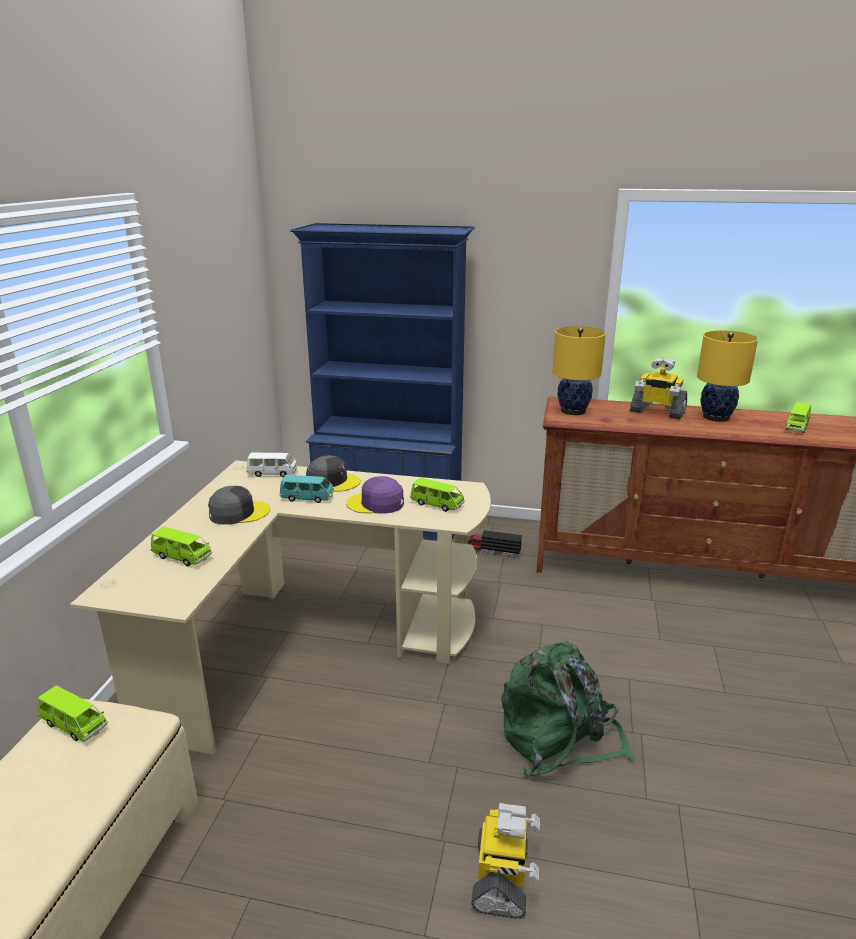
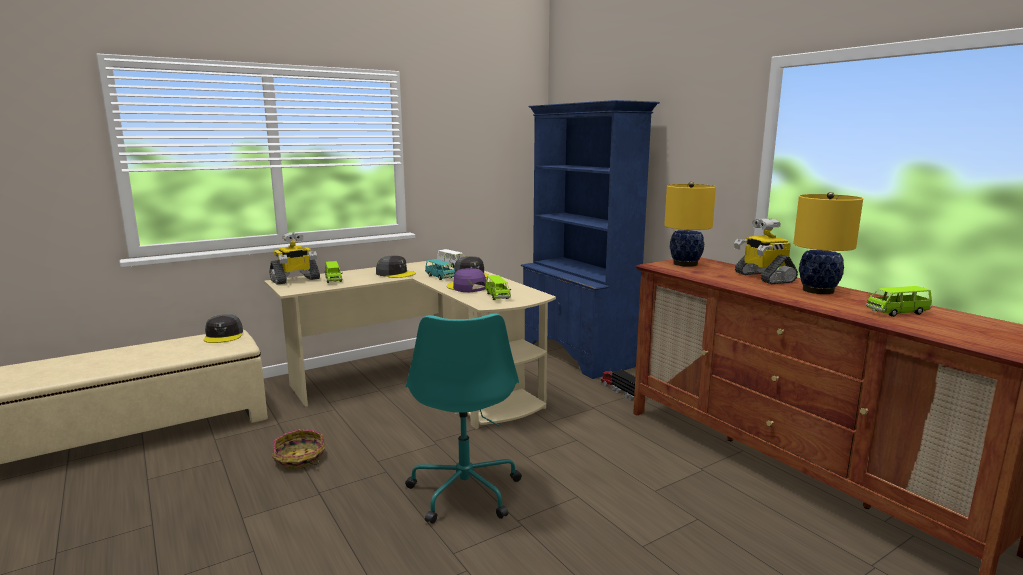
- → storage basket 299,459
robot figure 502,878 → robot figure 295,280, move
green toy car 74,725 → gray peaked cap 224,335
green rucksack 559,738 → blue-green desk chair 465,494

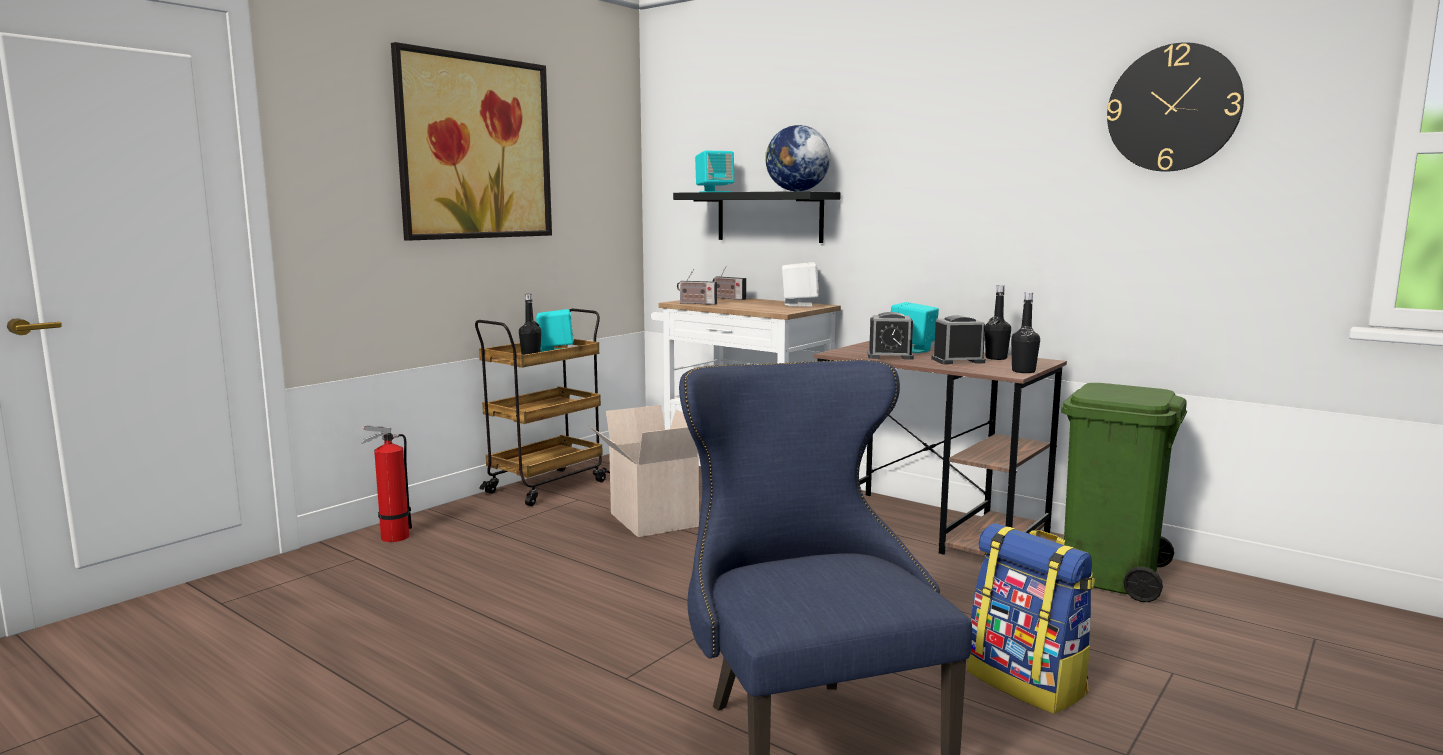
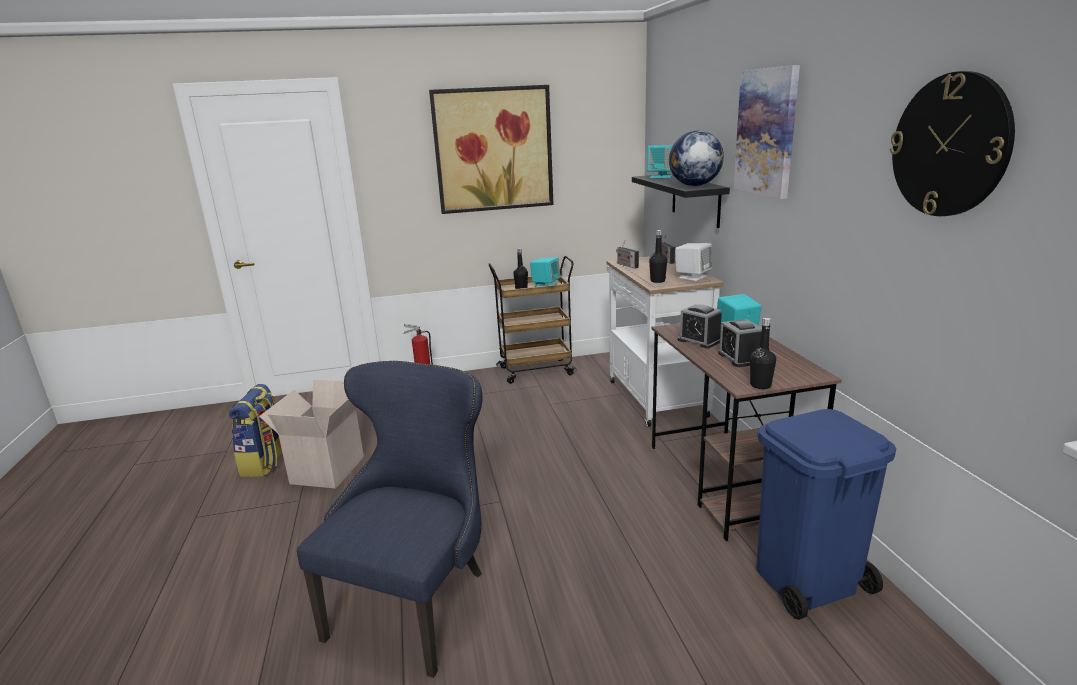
- → picture 766,132
cardboard box 650,520 → cardboard box 326,469, move
rucksack 1027,683 → rucksack 265,463, move
black-coloured drink bottle 996,358 → black-coloured drink bottle 657,281, move
green waste bin 1110,575 → bluish waste bin 806,580
bedside clock 957,360 → bedside clock 739,358, 135 degrees counterclockwise

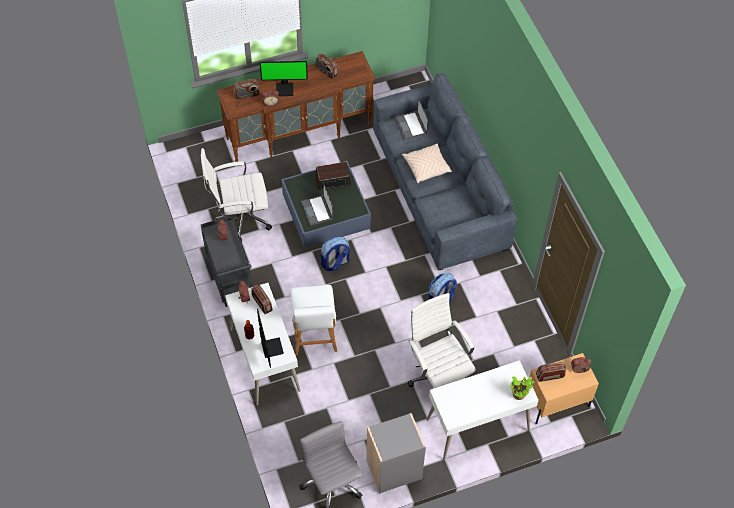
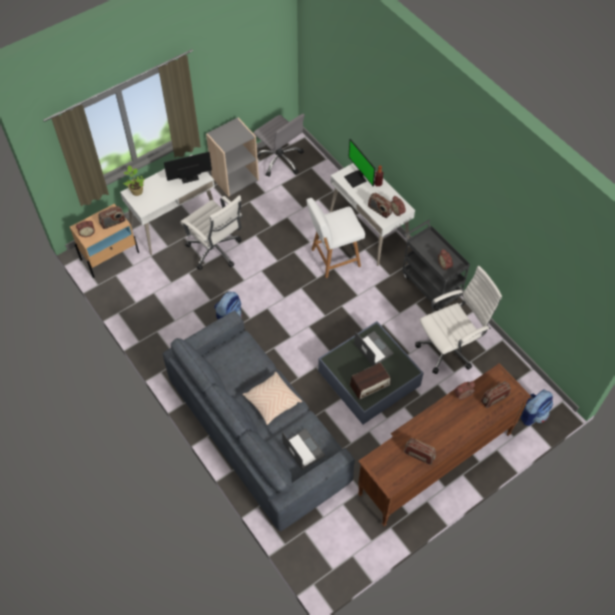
computer display 285,88 → computer display 189,176, move
rucksack 335,263 → rucksack 533,414, move
whitish plain chair 314,337 → whitish plain chair 334,258, 90 degrees counterclockwise

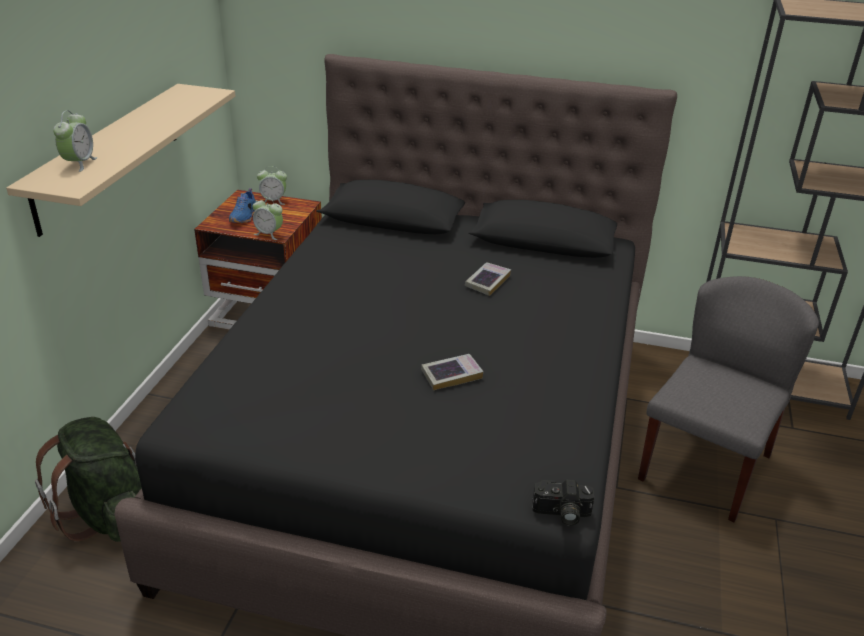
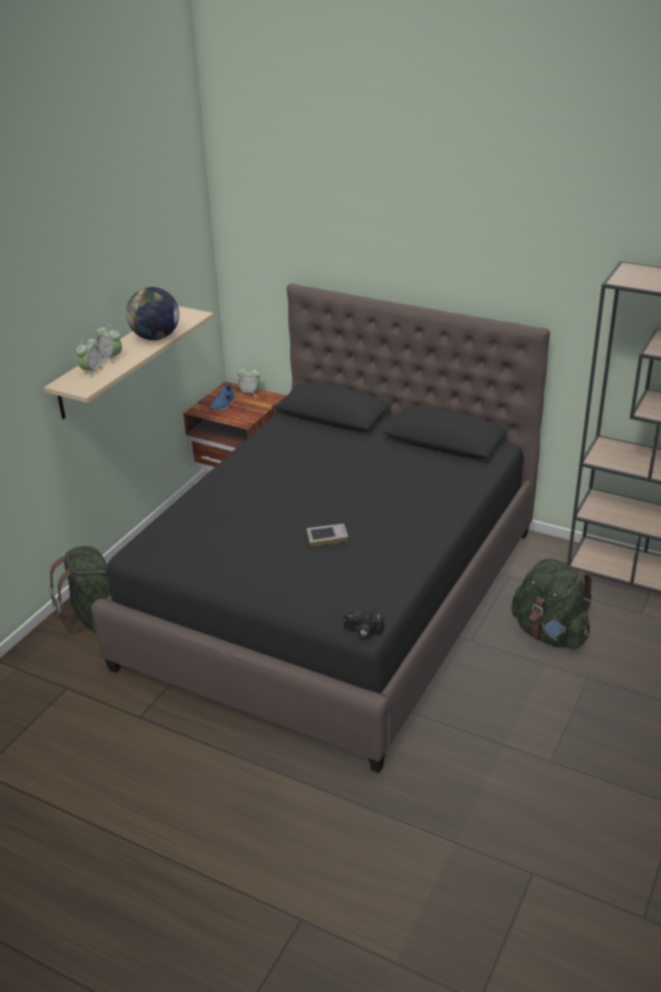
volume 487,282 → -
- → globe 156,337
bedside clock 269,234 → bedside clock 111,358, move
gray plain chair 705,466 → green rucksack 550,633

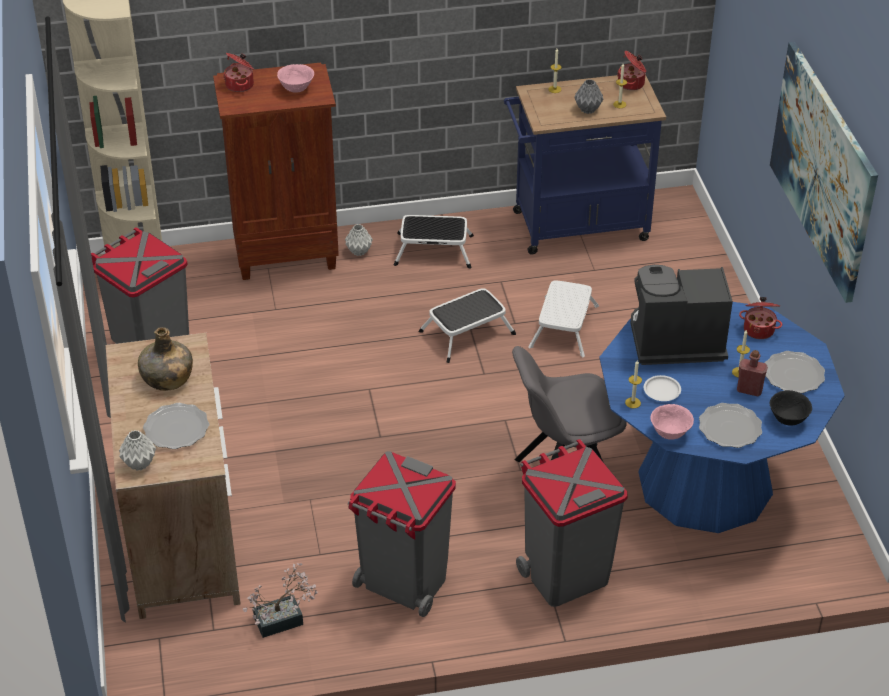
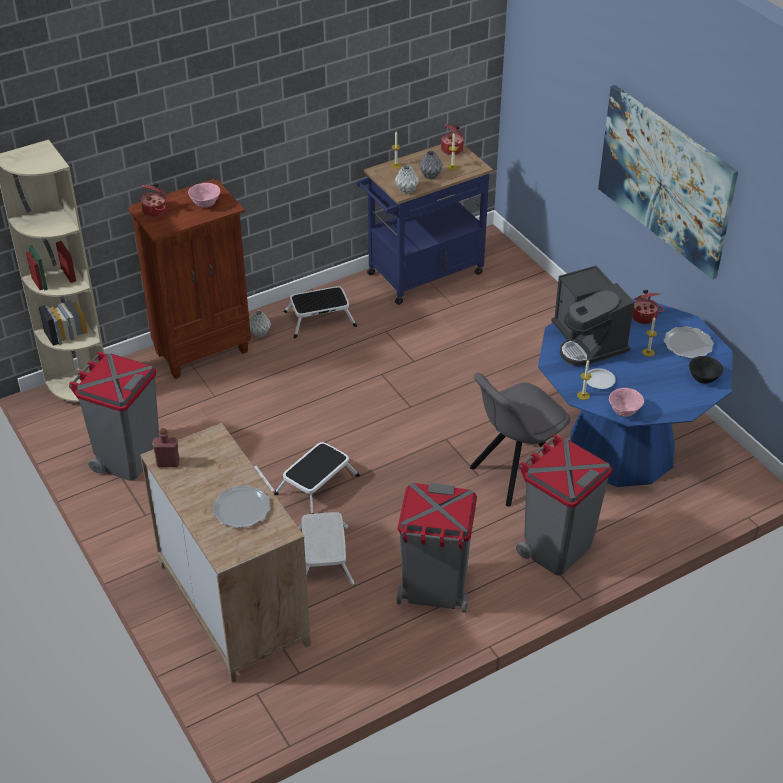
green drink bottle 167,378 → -
potted plant 284,619 → -
plate 729,428 → -
gray flower vase 139,463 → gray flower vase 406,190, move
black-coloured stepladder 466,332 → black-coloured stepladder 316,485, move
whitish stepladder 564,326 → whitish stepladder 324,556, move
red drink bottle 749,390 → red drink bottle 168,463, move
coffee machine 674,343 → coffee machine 588,342, 90 degrees counterclockwise

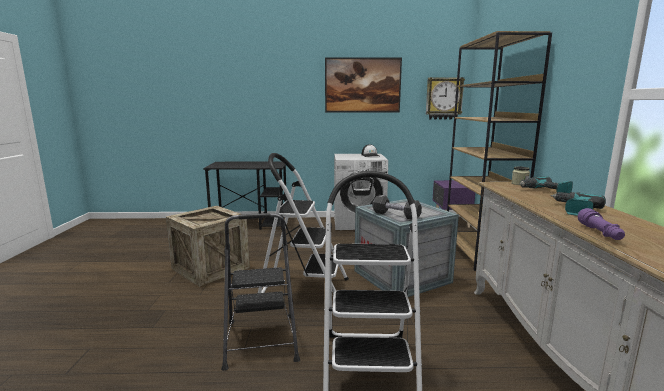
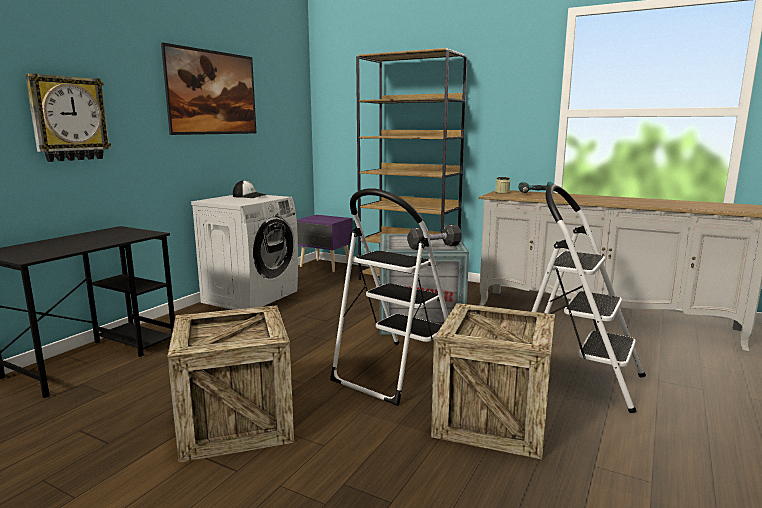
power drill 574,210 → -
purplish hand torch 600,233 → -
hanging clock 444,98 → hanging clock 68,119, move
black-coloured stepladder 261,341 → packing crate 492,419

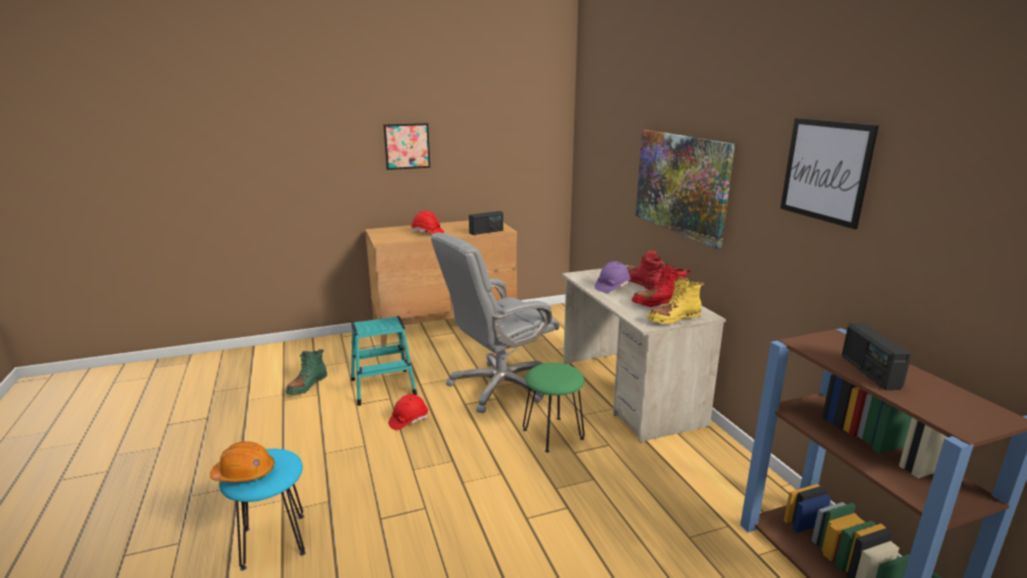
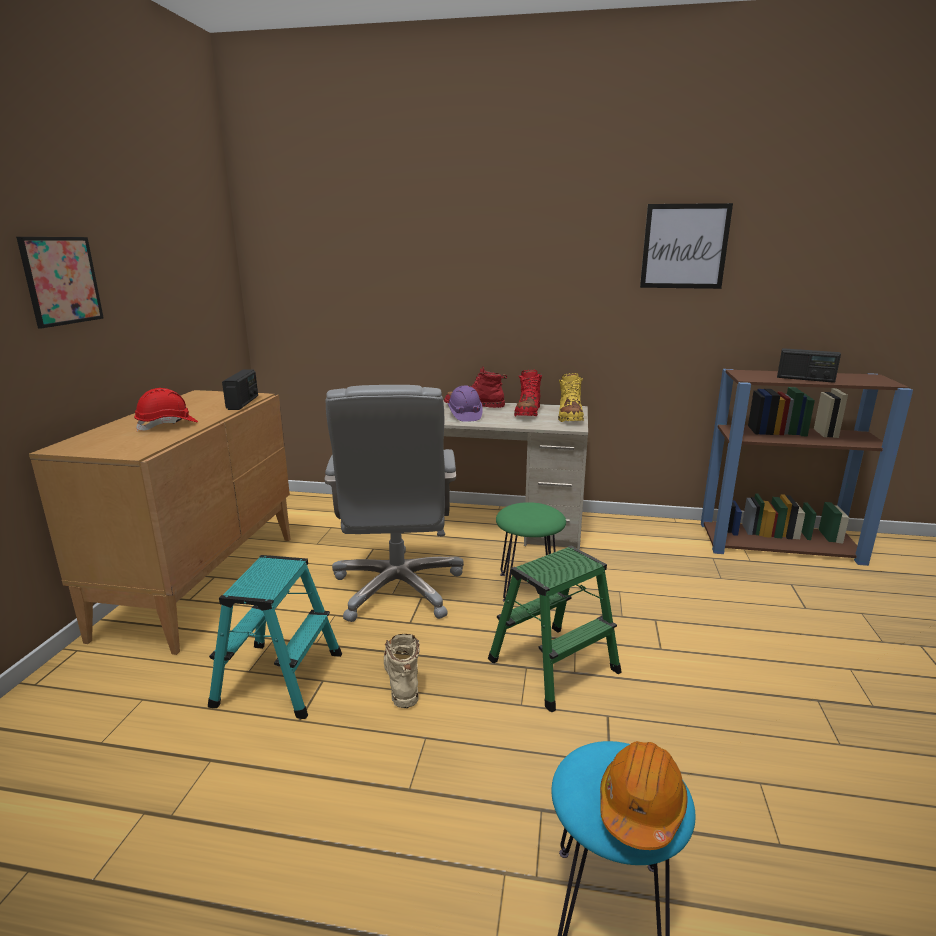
green tall boot 307,385 → -
picture 681,184 → -
- → green stepladder 554,665
red work helmet 408,420 → beige tall boot 402,678

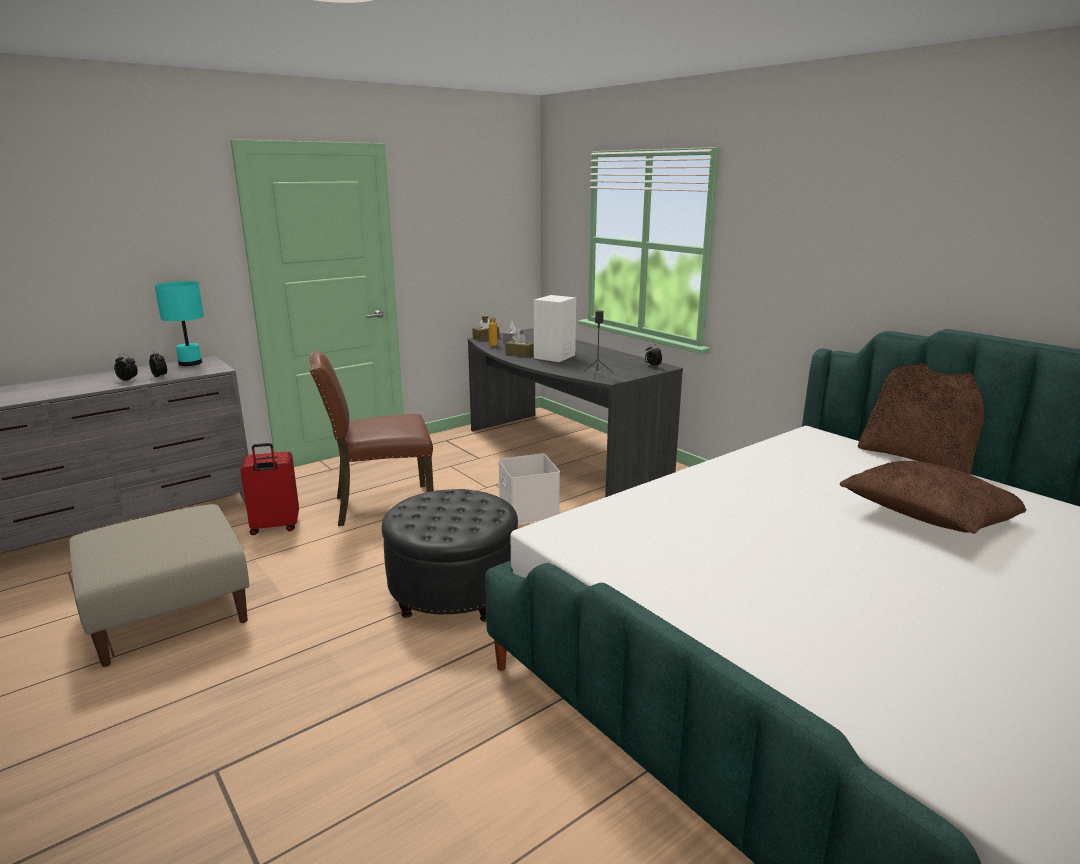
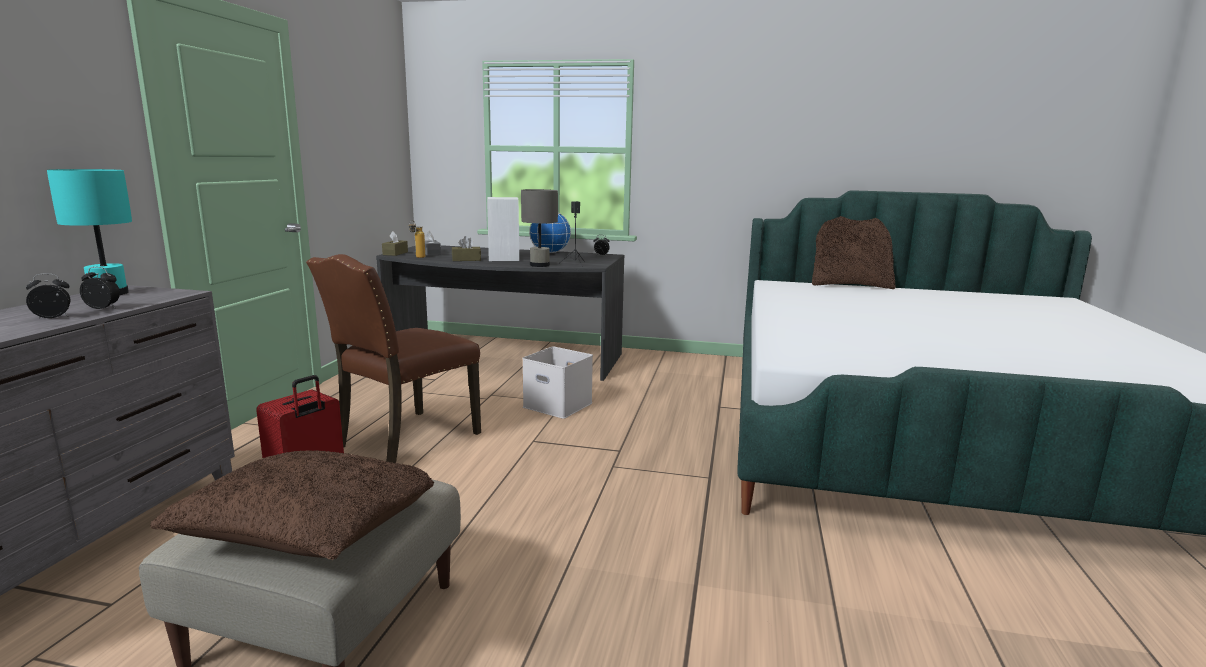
black-coloured ottoman 453,594 → -
- → gray tabletop lamp 540,265
- → globe 550,253
brownish cushion 928,517 → brownish cushion 311,530, move

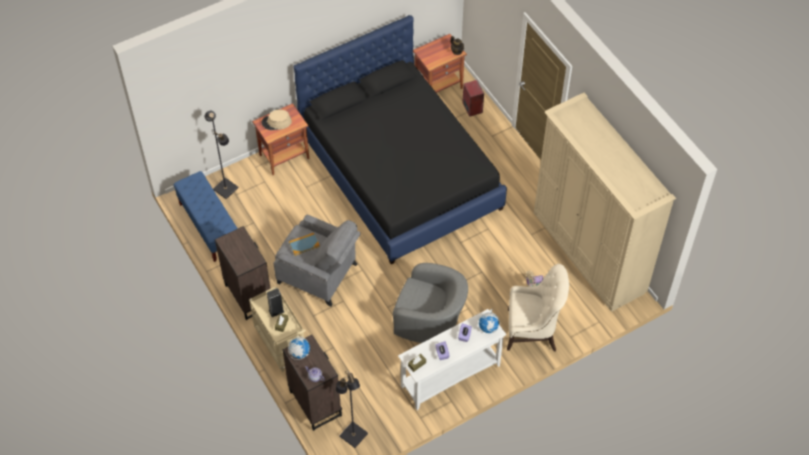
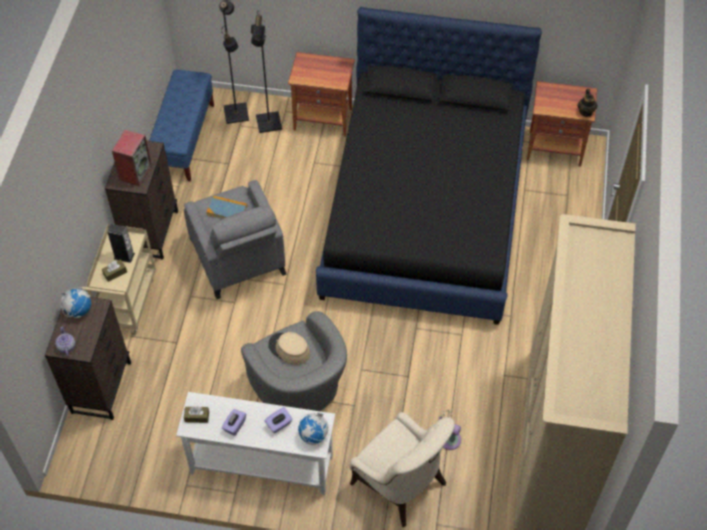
beige clothing hat 276,122 → beige clothing hat 289,349, move
black-coloured standing lamp 353,435 → black-coloured standing lamp 269,122, move
speaker 472,107 → speaker 135,172, move

